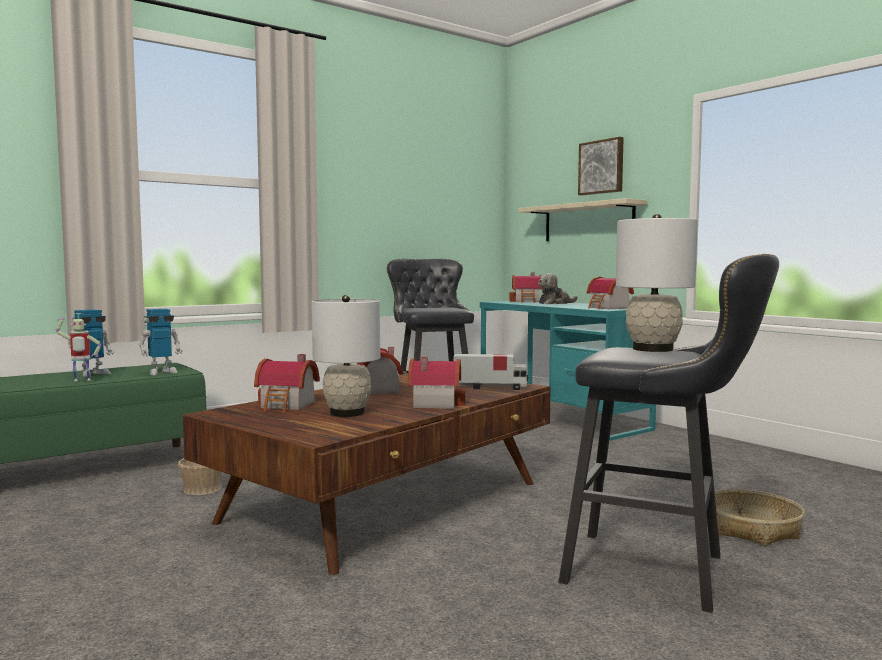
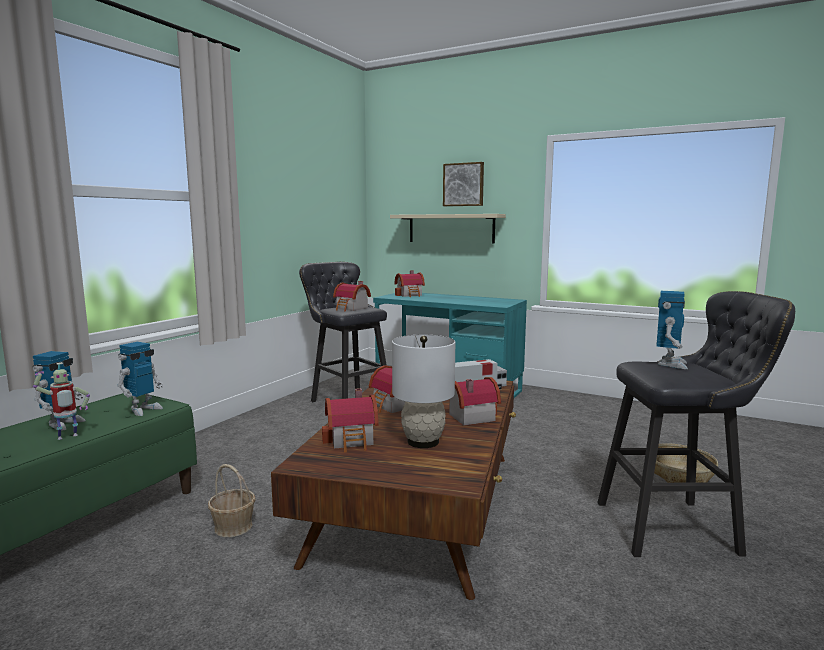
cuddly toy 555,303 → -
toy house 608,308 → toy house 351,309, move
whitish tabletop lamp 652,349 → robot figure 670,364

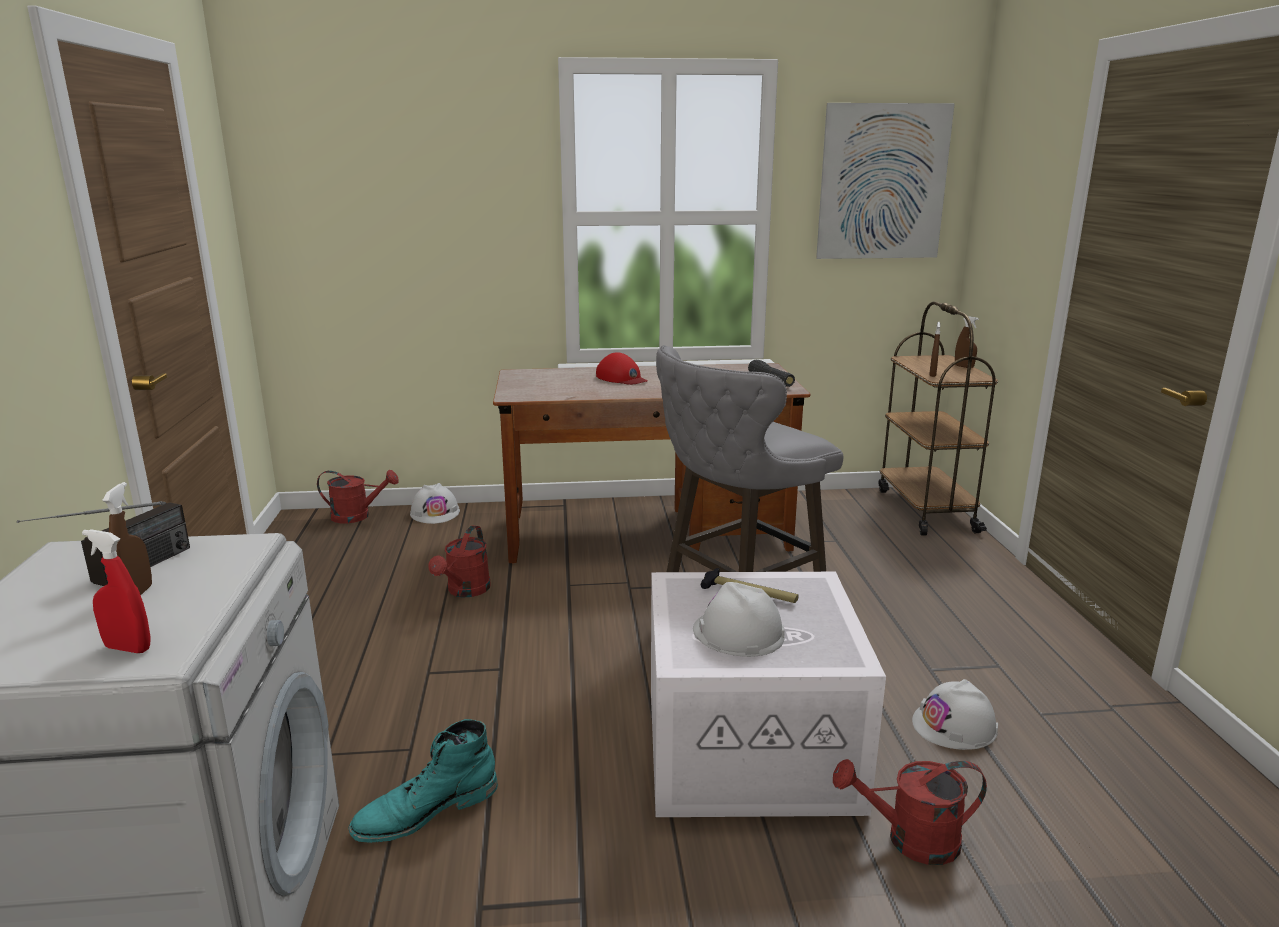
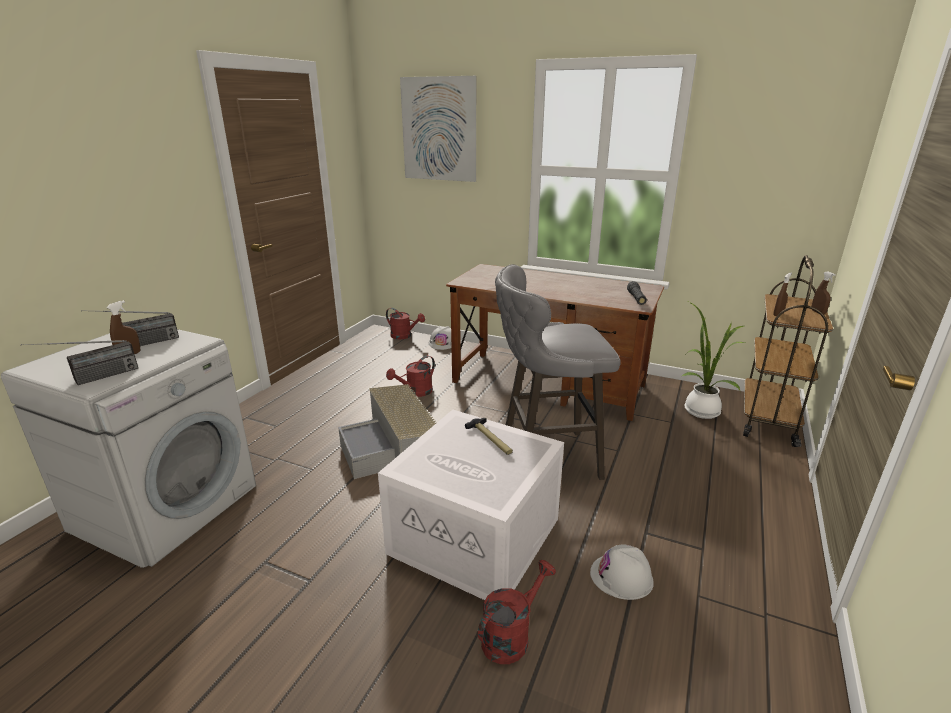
blue-green tall boot 426,810 → -
red peaked cap 621,378 → -
whitish work helmet 738,633 → -
- → gray storage bin 394,449
- → potted plant 699,409
picture 882,182 → picture 439,129, move
red spray bottle 128,648 → radio 90,379
red sprinkling can 910,840 → red sprinkling can 511,635, 105 degrees clockwise

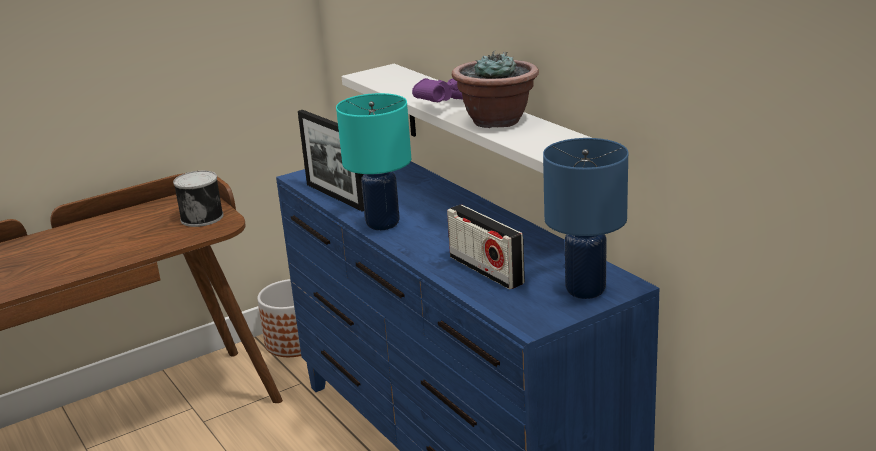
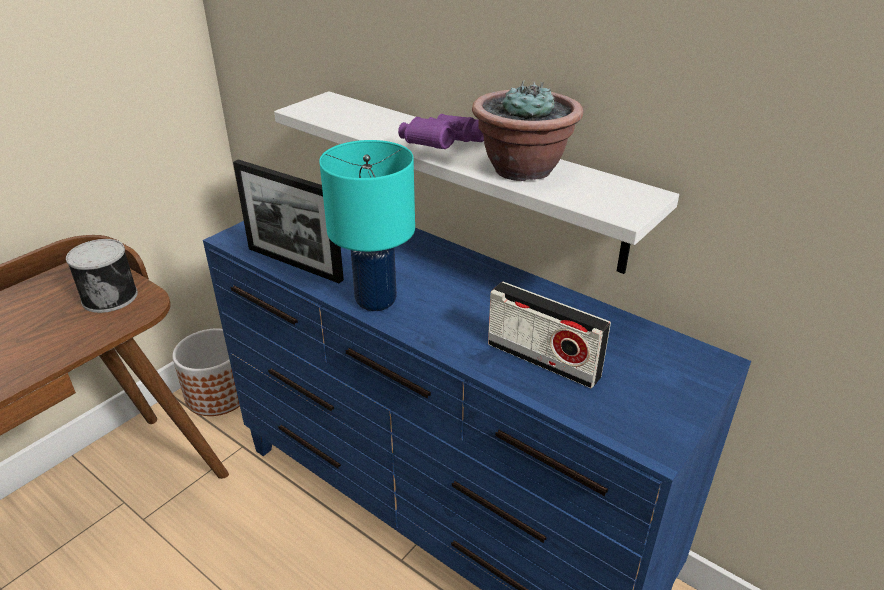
bluish tabletop lamp 583,291 → -

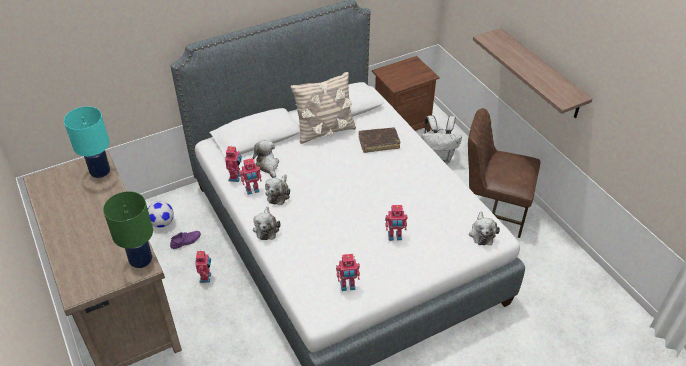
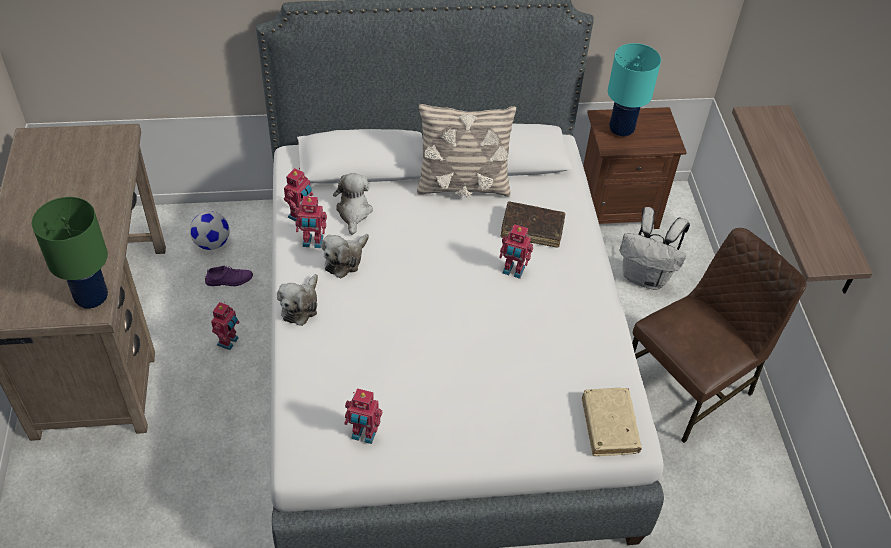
blue-green tabletop lamp 100,173 → blue-green tabletop lamp 621,130, move
robot figure 395,237 → robot figure 513,271, move
cuddly toy 482,233 → beige volume 609,426
brownish plain chair 492,210 → brownish plain chair 690,386, 105 degrees clockwise

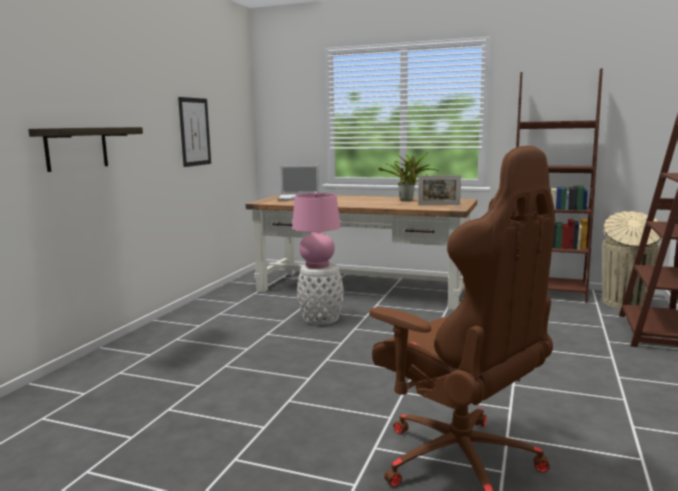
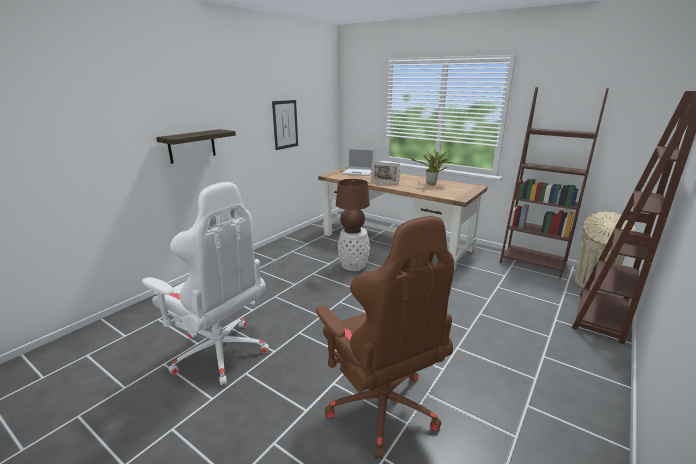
- → whitish desk chair 219,352
photo frame 439,205 → photo frame 384,183, move
pink-coloured tabletop lamp 317,265 → brownish tabletop lamp 352,230

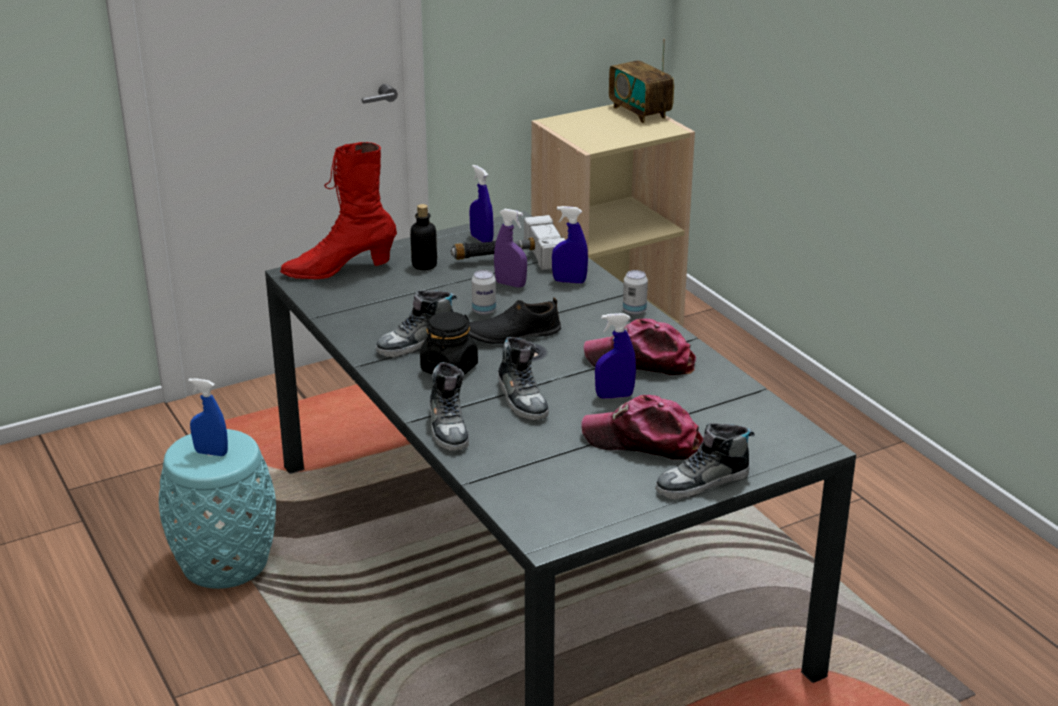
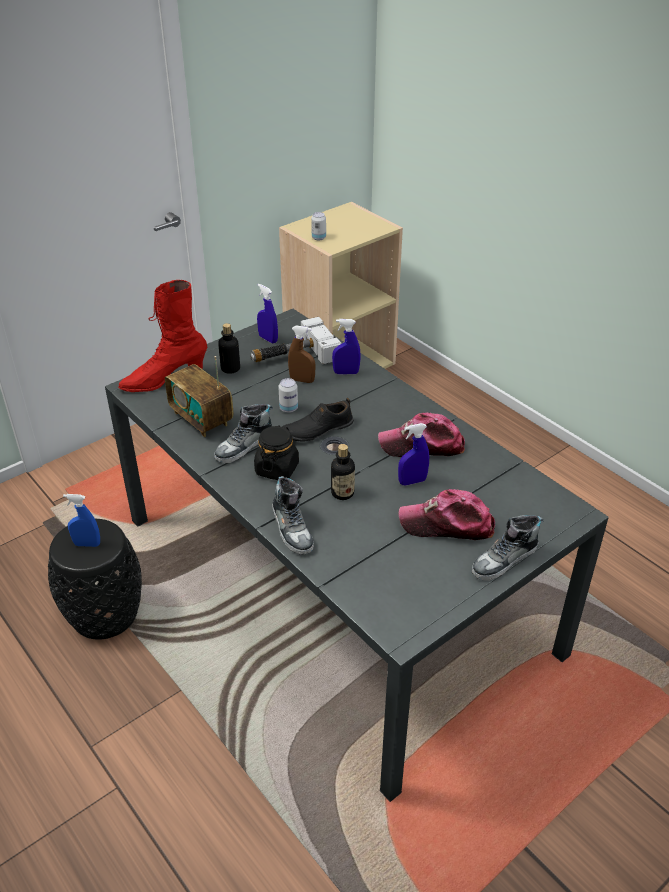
radio 640,112 → radio 201,418, move
metal can 634,311 → metal can 318,238, move
shoe 522,399 → drink bottle 342,493
blue-green sitting stool 224,563 → black-coloured sitting stool 104,614
purplish spray bottle 510,284 → brownish spray bottle 302,380

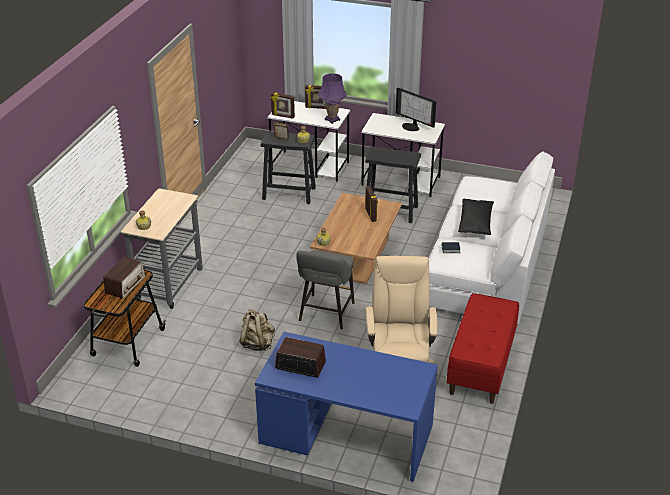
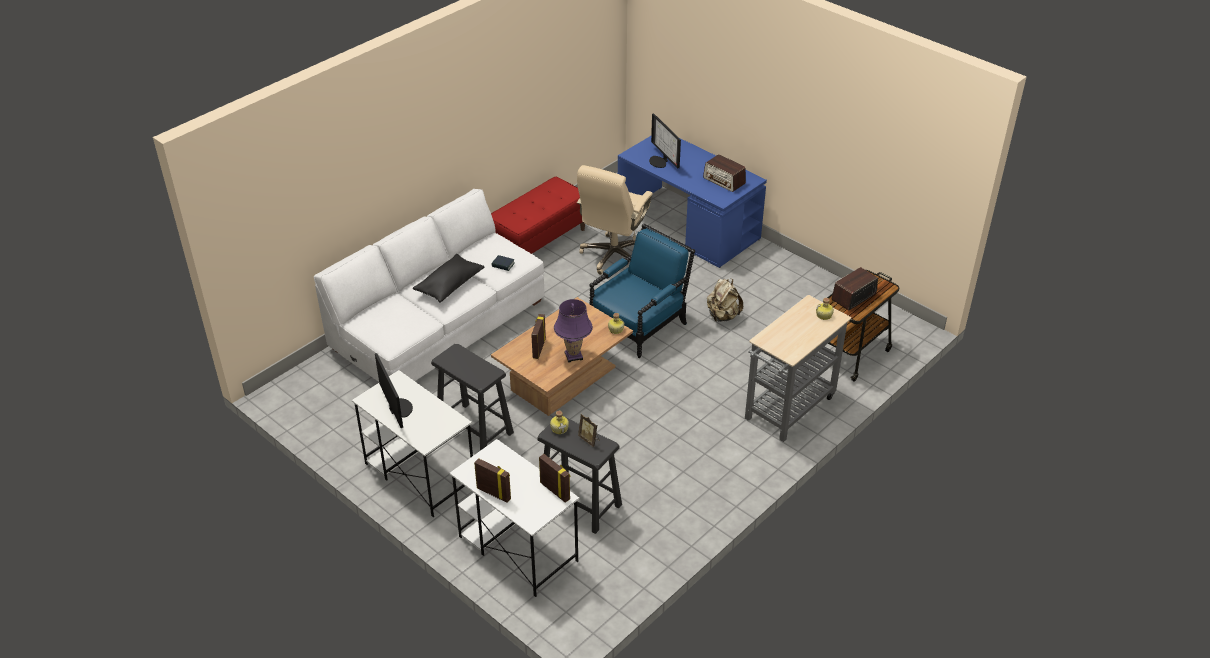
- → computer display 660,161
purplish tabletop lamp 332,120 → purplish tabletop lamp 573,356, move
gray sitting stool 325,314 → bluish lounge chair 641,325

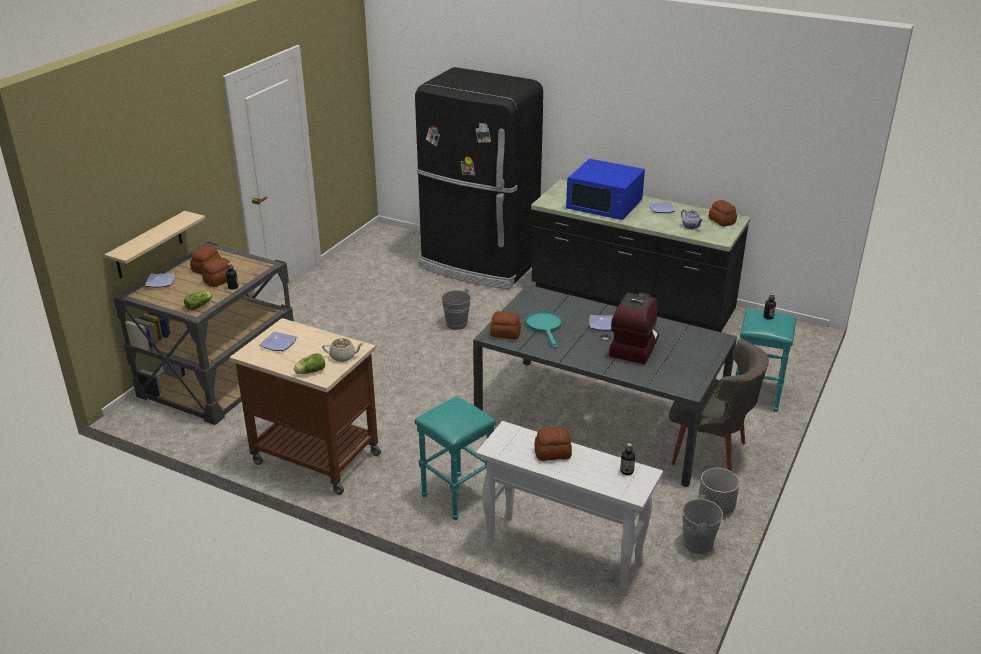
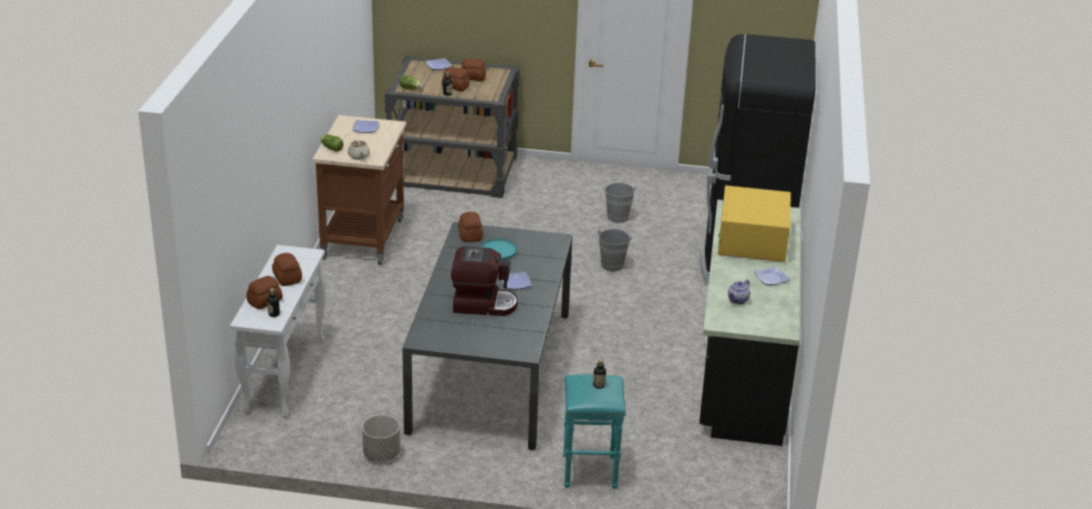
beige wall shelf 148,245 → -
blue-green sitting stool 455,496 → -
gray plain chair 708,453 → -
gray pail 694,543 → gray pail 617,216, move
bread 721,221 → bread 264,301, move
bluish microwave 605,205 → yellow-coloured microwave 752,242

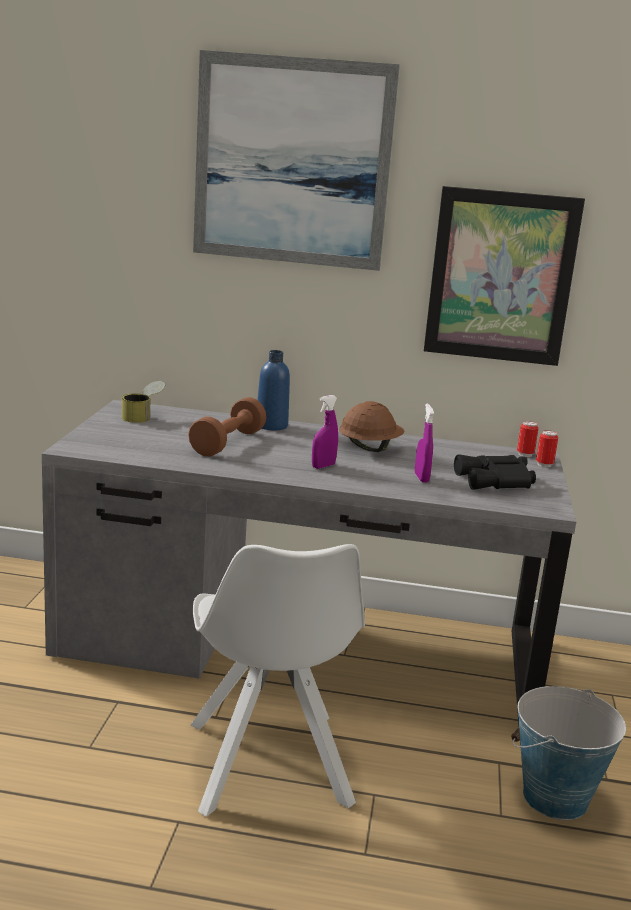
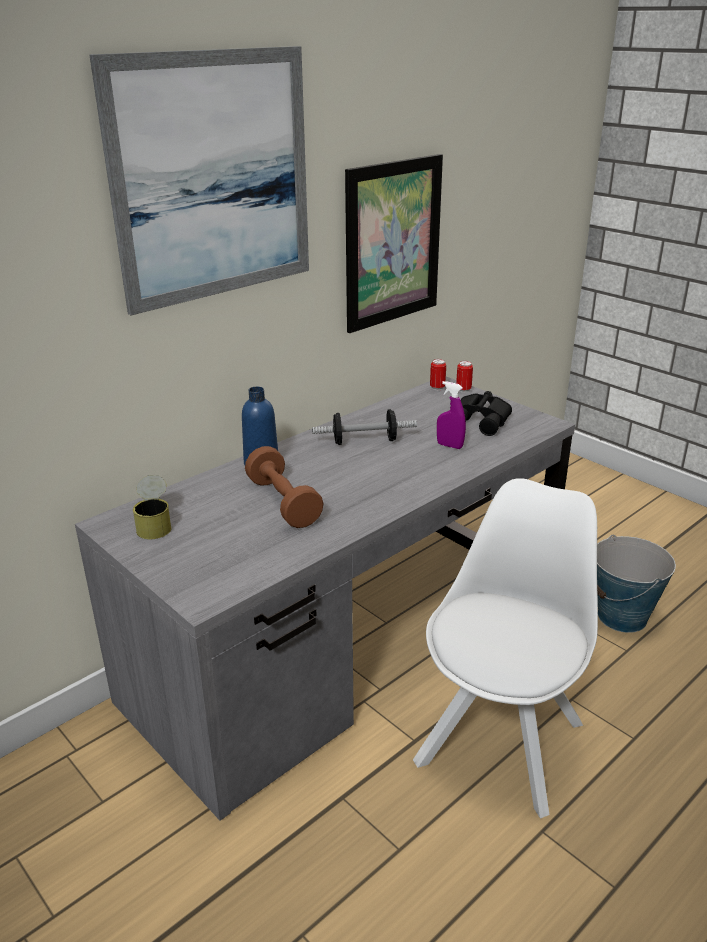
purplish spray bottle 323,466 → -
brownish work helmet 369,448 → dumbbell 364,441
whitish plain chair 268,765 → whitish plain chair 502,740, 90 degrees counterclockwise

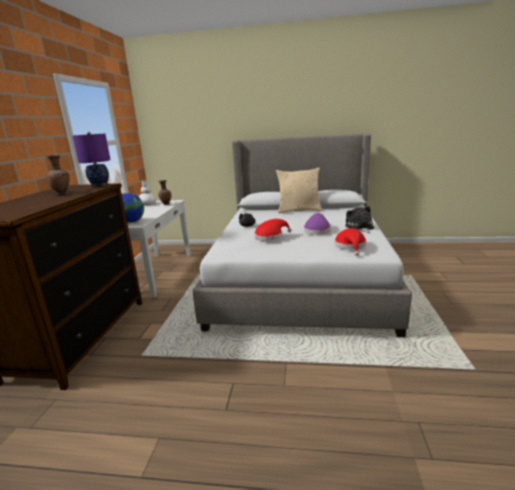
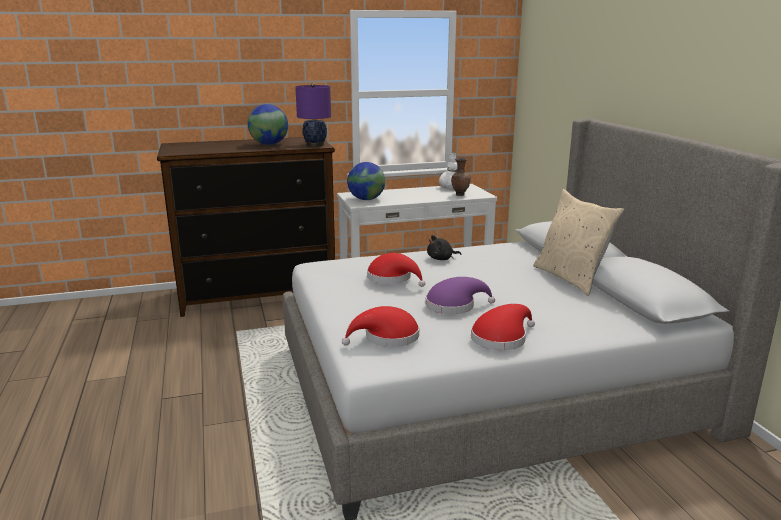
brownish flower vase 62,193 → globe 269,144
cuddly toy 360,228 → red clothing hat 501,338

